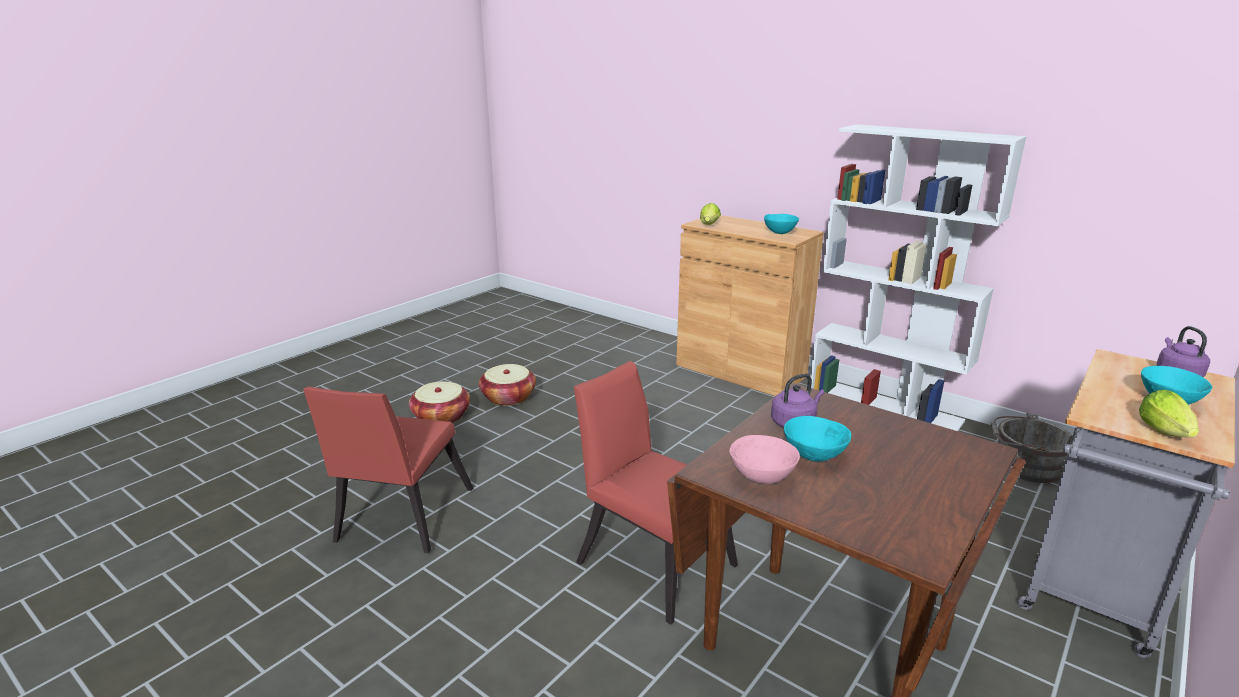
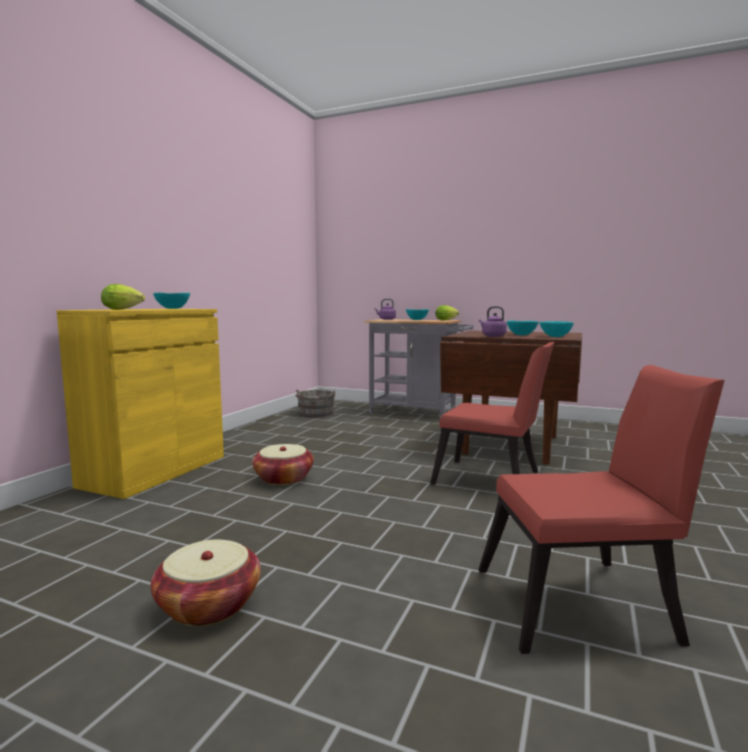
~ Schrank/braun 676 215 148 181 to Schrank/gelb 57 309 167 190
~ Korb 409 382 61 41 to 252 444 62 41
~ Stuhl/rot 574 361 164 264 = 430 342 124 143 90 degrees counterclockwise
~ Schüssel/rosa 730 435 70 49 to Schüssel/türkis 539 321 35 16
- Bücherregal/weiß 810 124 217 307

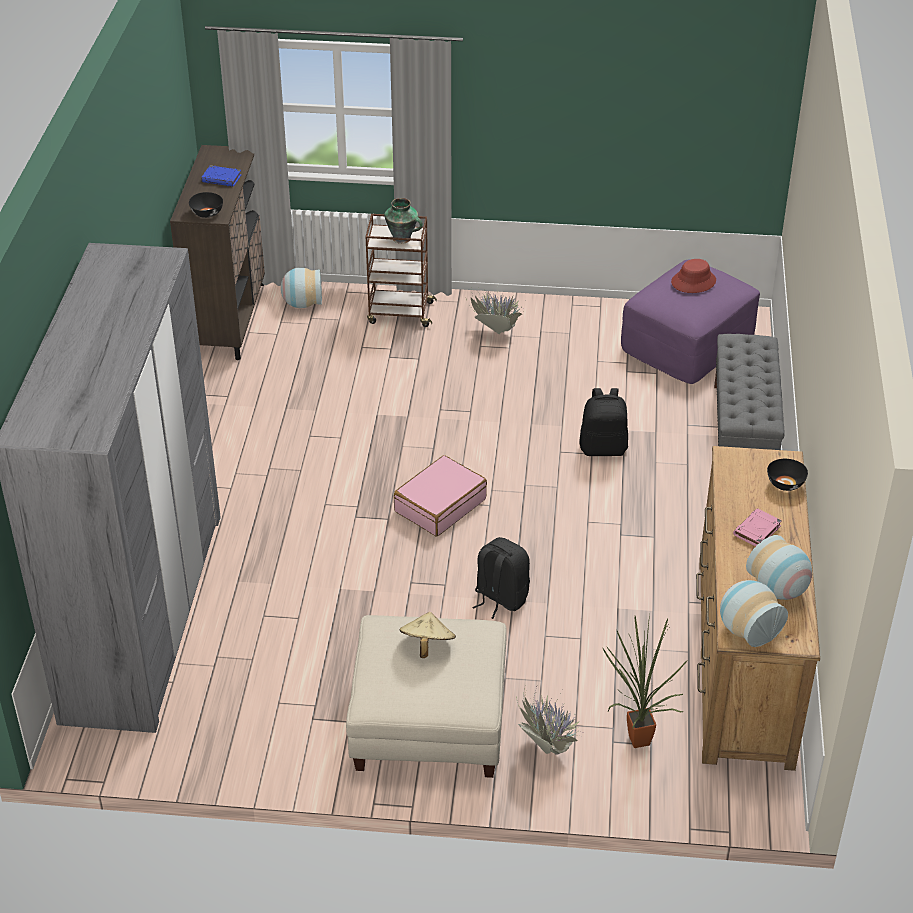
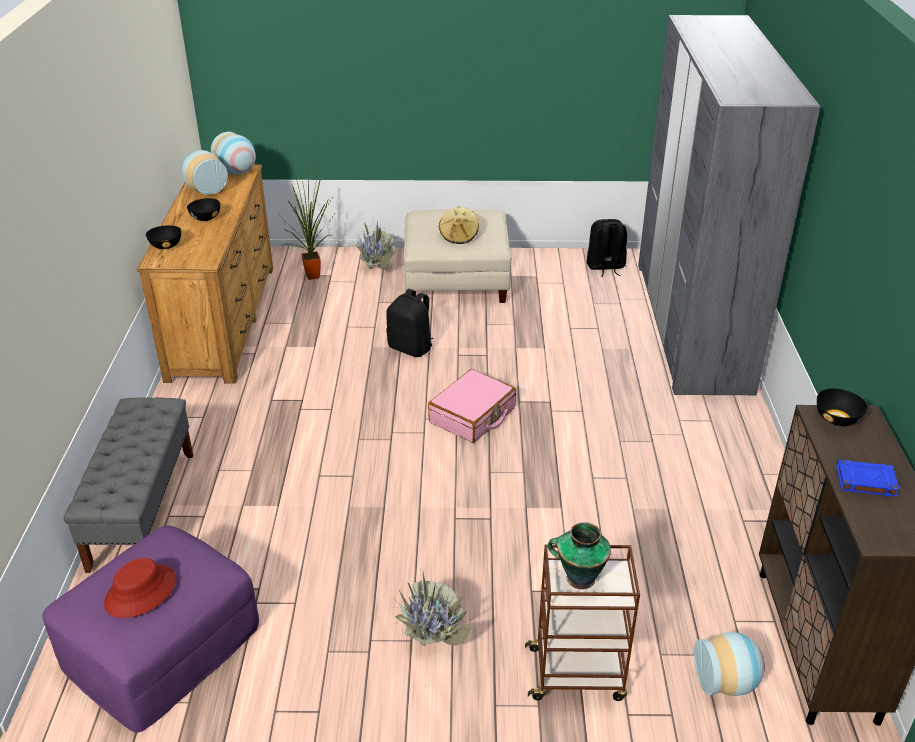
~ Buch/rosa 733 508 49 38 to Schüssel/schwarz 187 198 33 23
~ Rucksack/schwarz 579 388 49 68 to 586 219 41 58

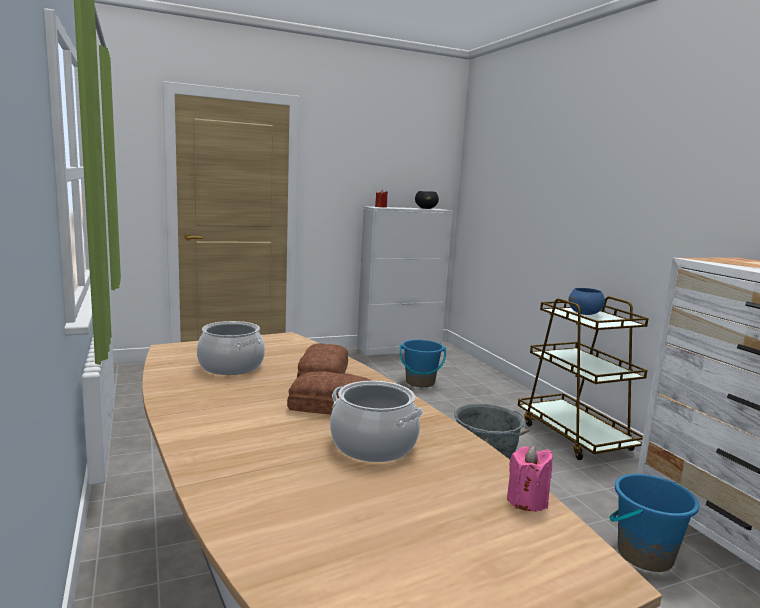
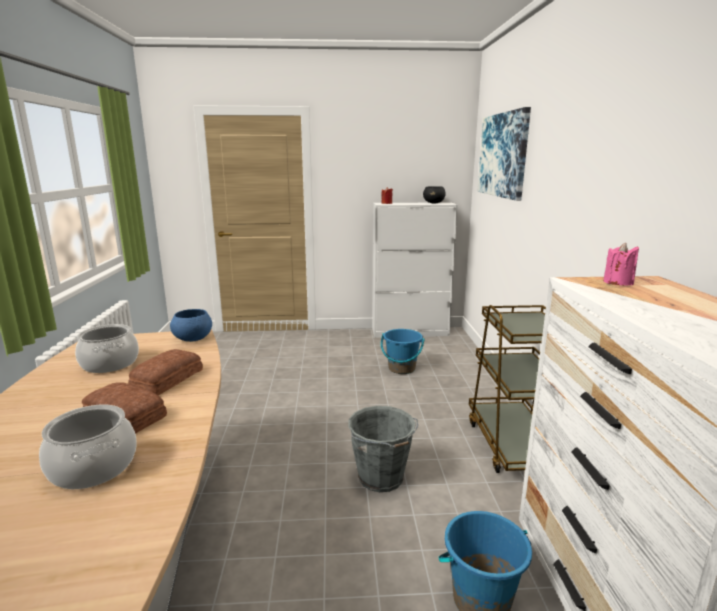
~ Schüssel/blau 569 288 36 27 to 170 309 42 33
+ Bild 478 107 53 94
~ Kerze/rosa 507 445 46 67 to 603 243 36 43

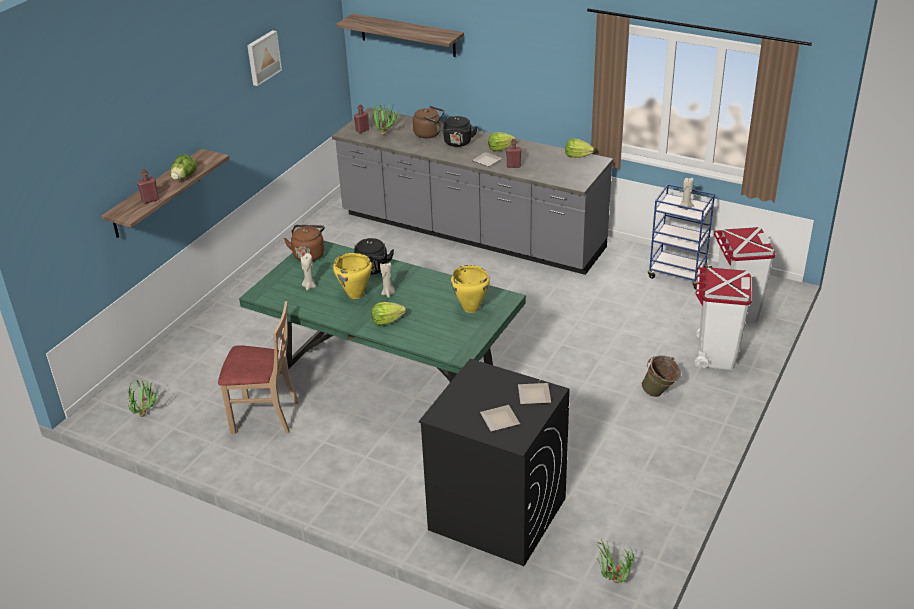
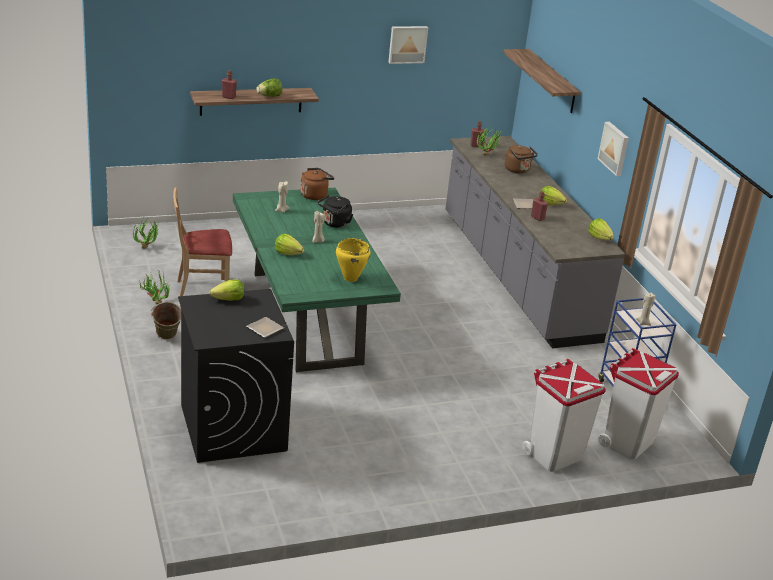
~ Topfpflanze 596 539 38 44 to 139 269 31 36
~ Eimer/grün 642 355 39 42 to 151 302 30 37
~ Stuhl/beige 218 301 81 133 = 173 187 59 109 120 degrees clockwise
+ Salatkopf 209 280 35 21
+ Bild 598 122 31 54
- Kochtopf/gelb 333 253 39 46
- Wasserkessel/schwarz 442 116 36 31
- Teller 480 405 40 27

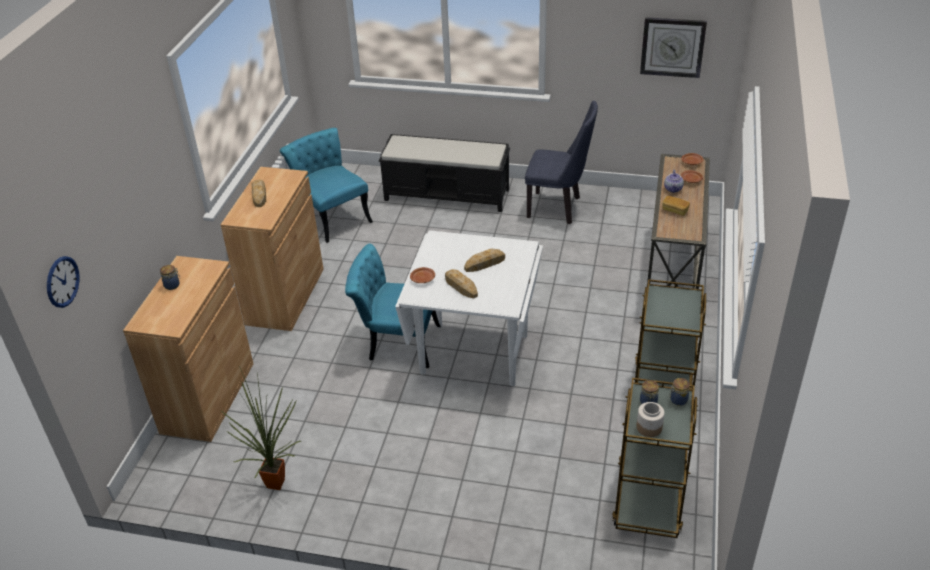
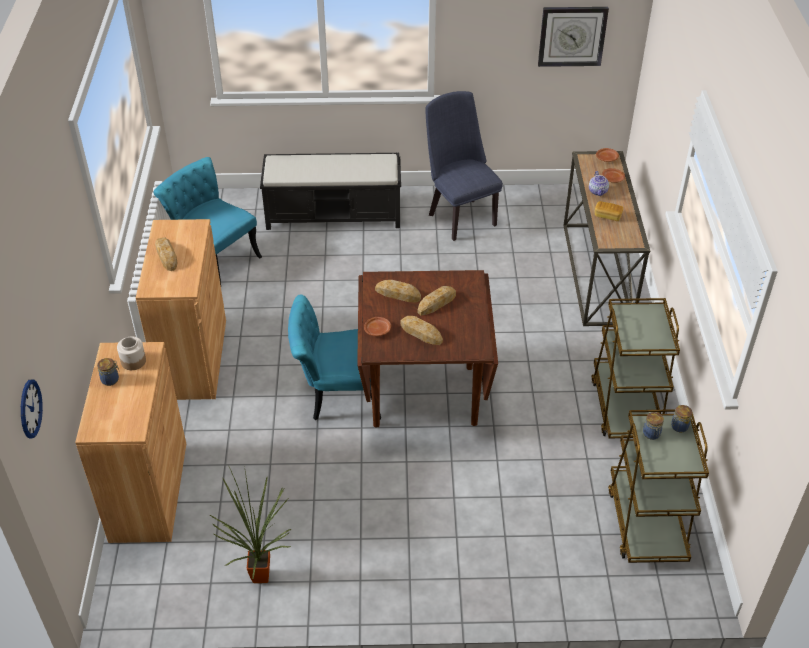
~ Vorratsglas 636 402 29 35 to 117 336 29 34
~ Esstisch/weiß 395 230 148 156 to Esstisch/braun 357 270 141 158
+ Brot 375 280 46 22
~ Stuhl/blau 525 101 73 123 = 425 91 78 150 120 degrees counterclockwise

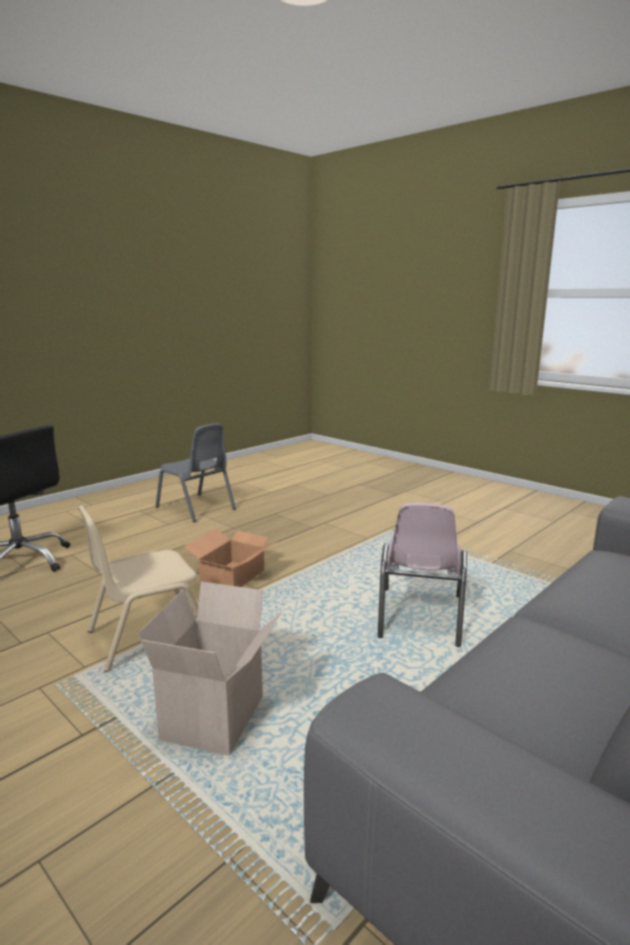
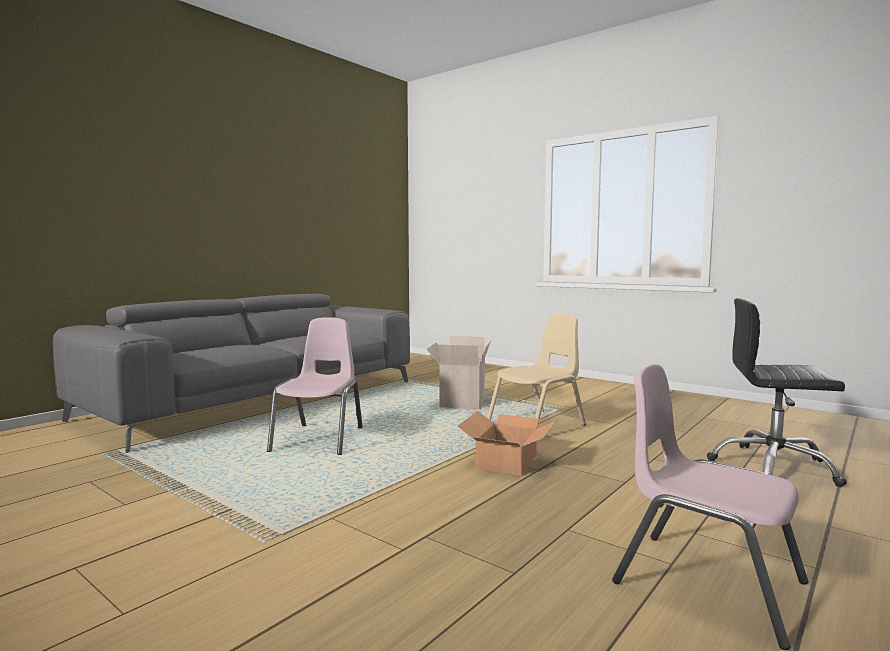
~ Stuhl/grau 155 423 81 99 to Stuhl/rosa 612 364 196 286

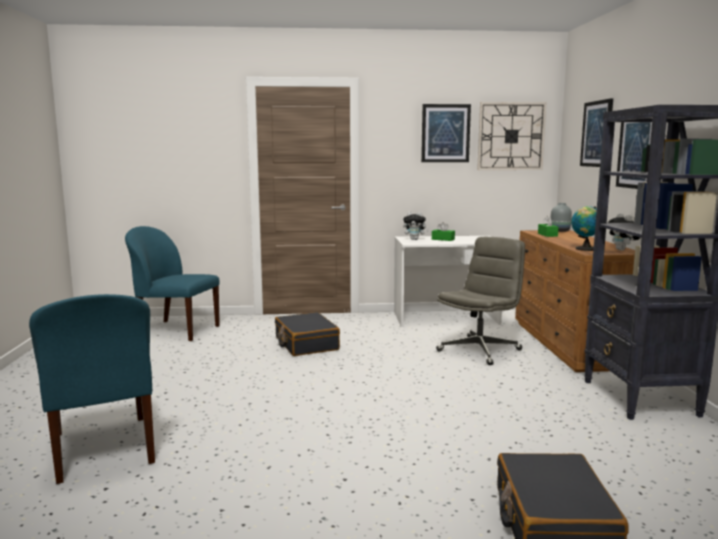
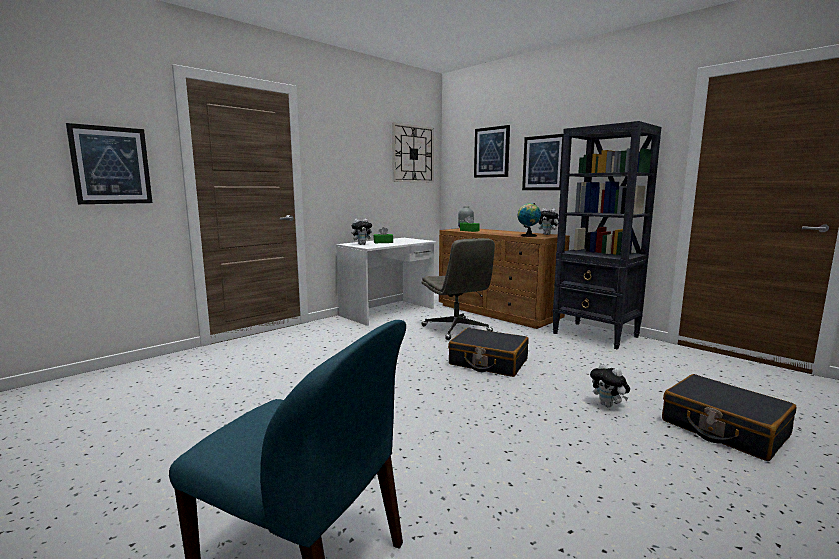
~ Bild 421 104 50 58 to 66 123 86 81
~ Bürostuhl/grau 436 237 89 128 = 421 238 74 102 150 degrees clockwise
~ Koffer/schwarz 275 312 65 44 to 448 328 81 49
+ Plüschtier 590 363 40 44
- Stuhl/blau 125 226 95 115

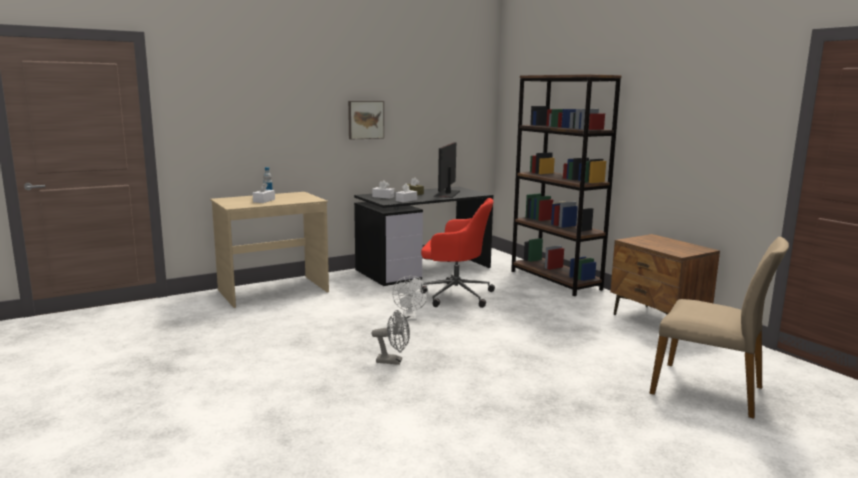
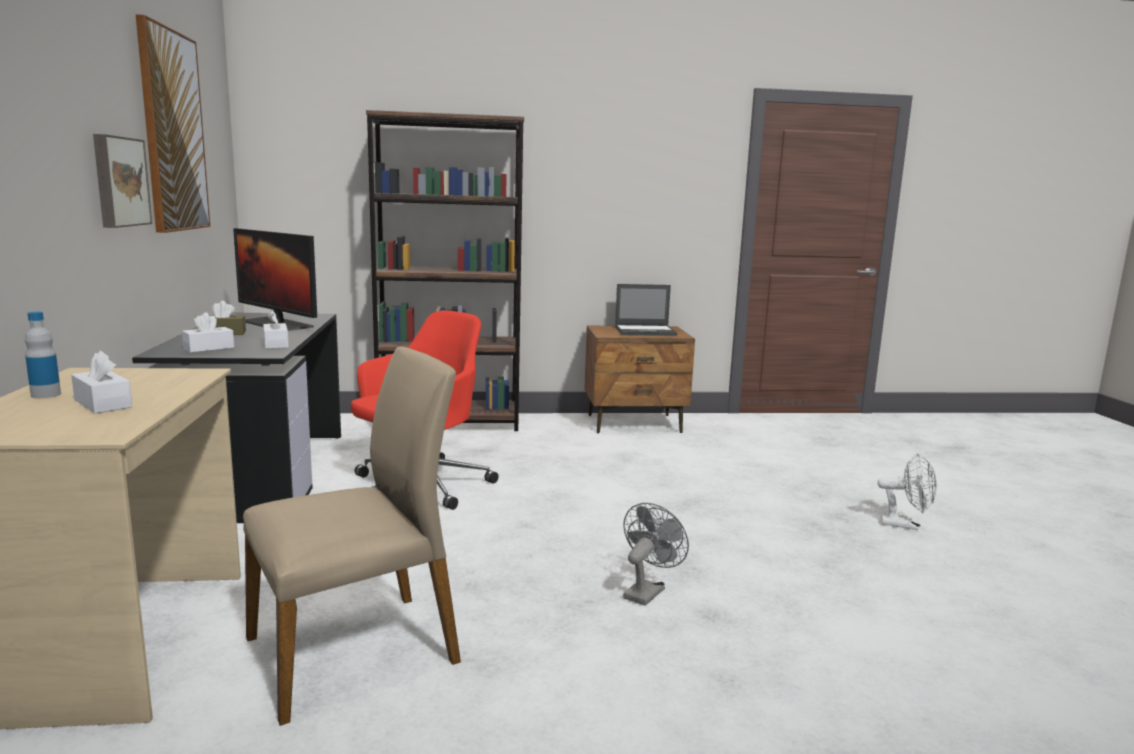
+ Bild 136 14 74 219
~ Stuhl/beige 649 237 140 182 to 243 347 218 379
+ Laptop 615 284 62 52
~ Ventilator/weiß 393 276 35 45 to 877 453 60 77

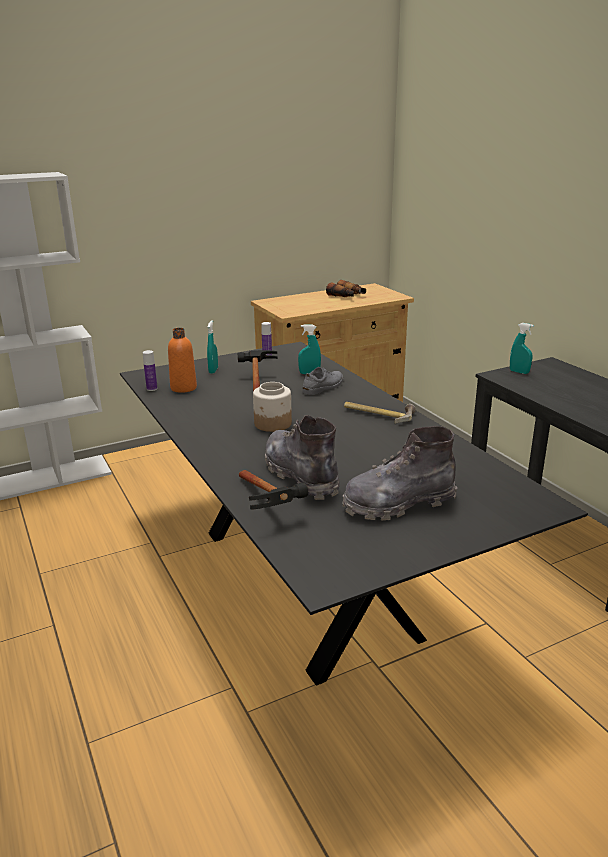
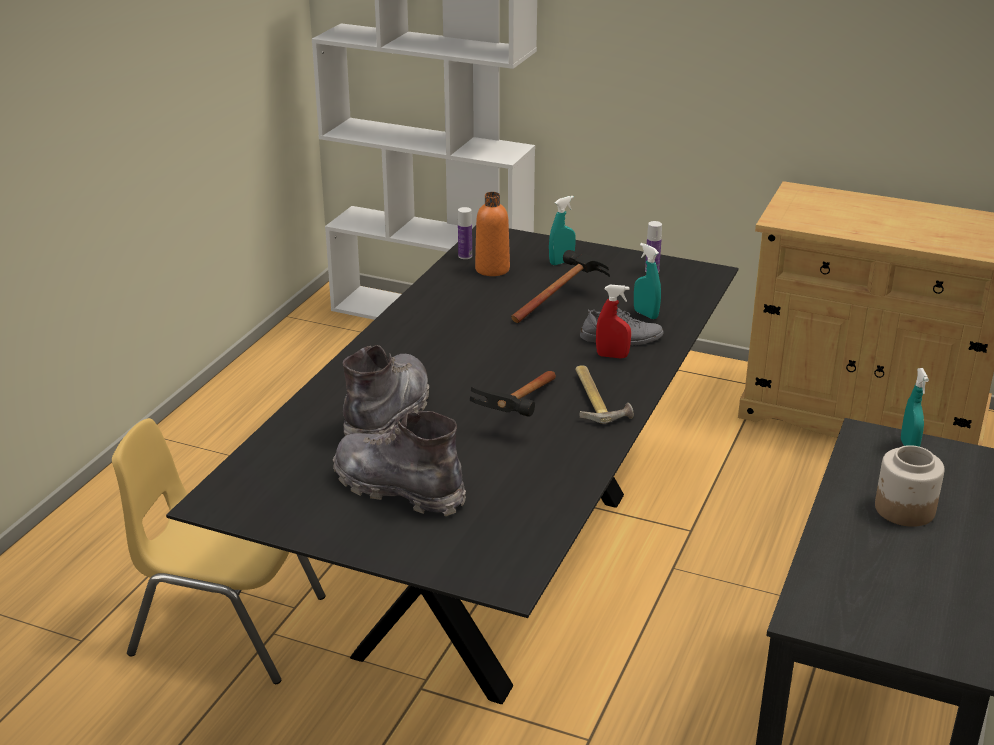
+ Stuhl/gelb 112 418 213 266
~ Hammer 239 470 69 40 to 470 371 86 46
+ Sprühflasche/rot 596 285 35 73
~ Vorratsglas 253 382 39 50 to 875 445 70 82
- Fernglas 326 280 40 17

